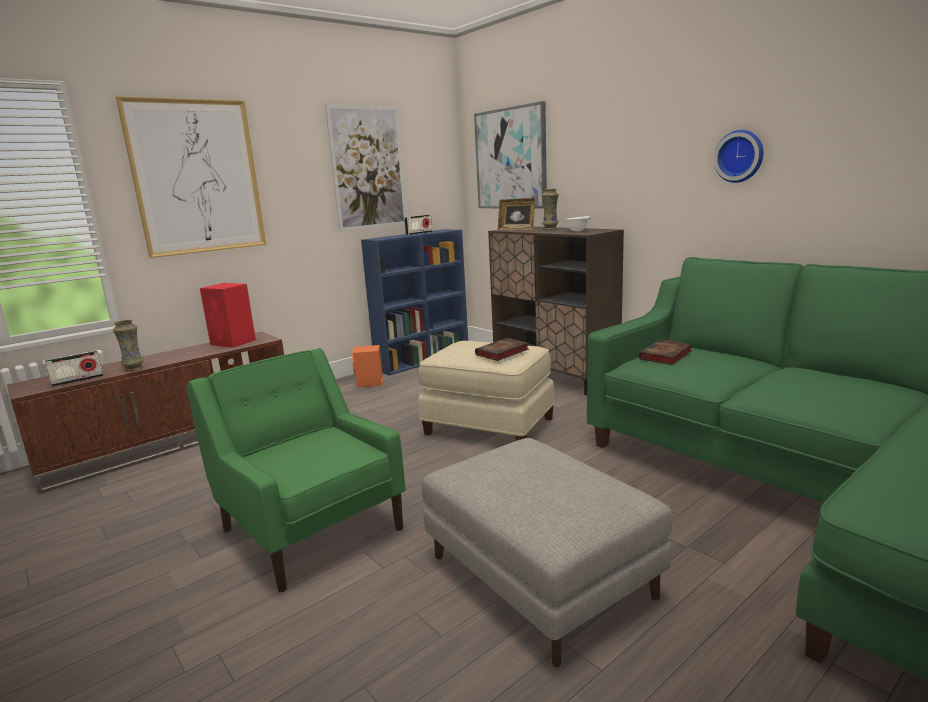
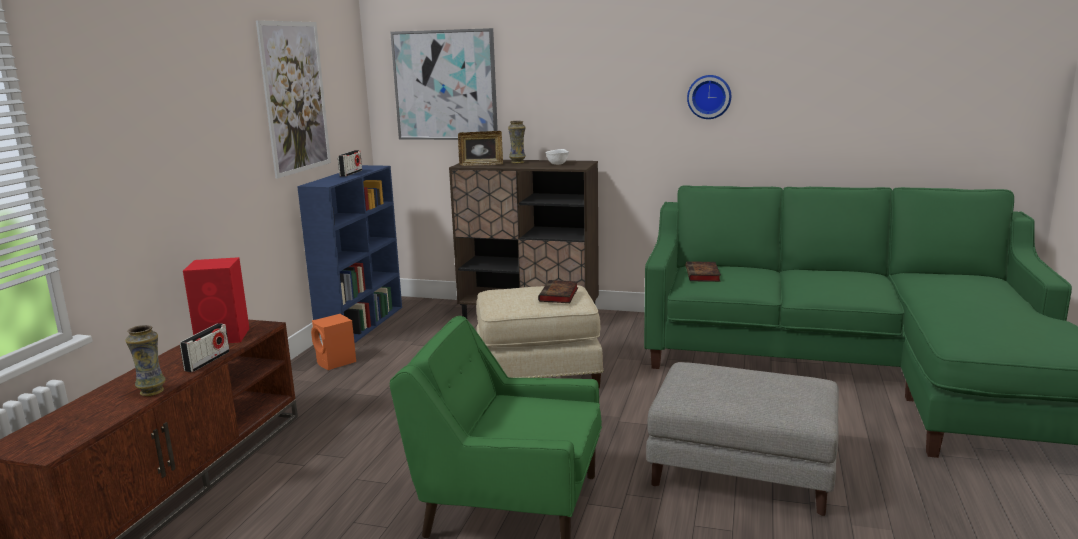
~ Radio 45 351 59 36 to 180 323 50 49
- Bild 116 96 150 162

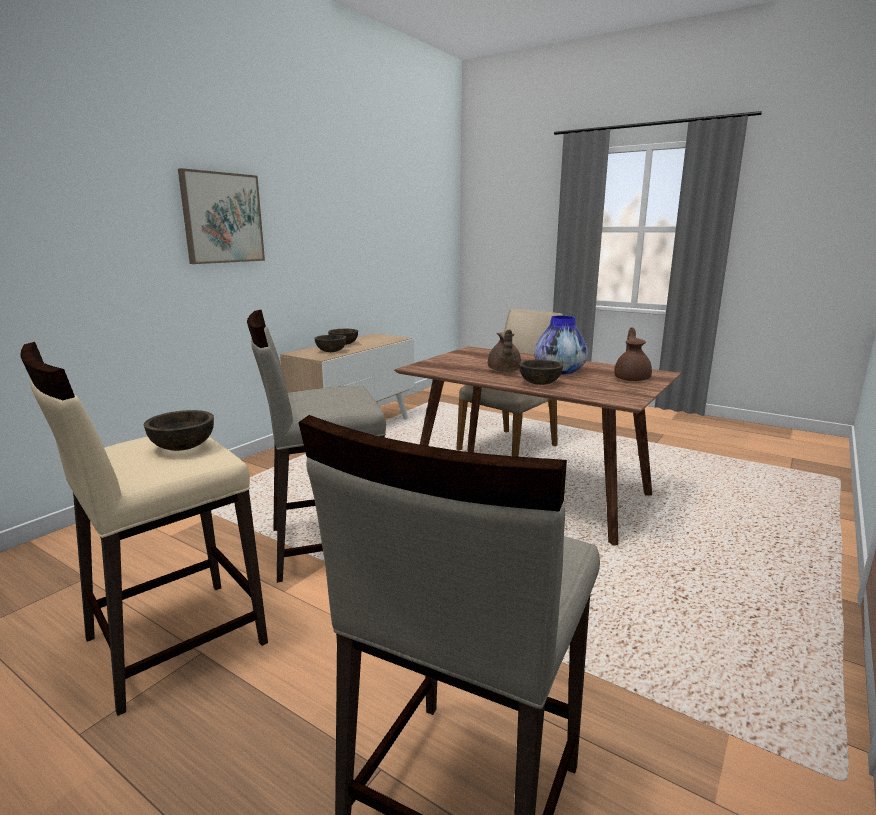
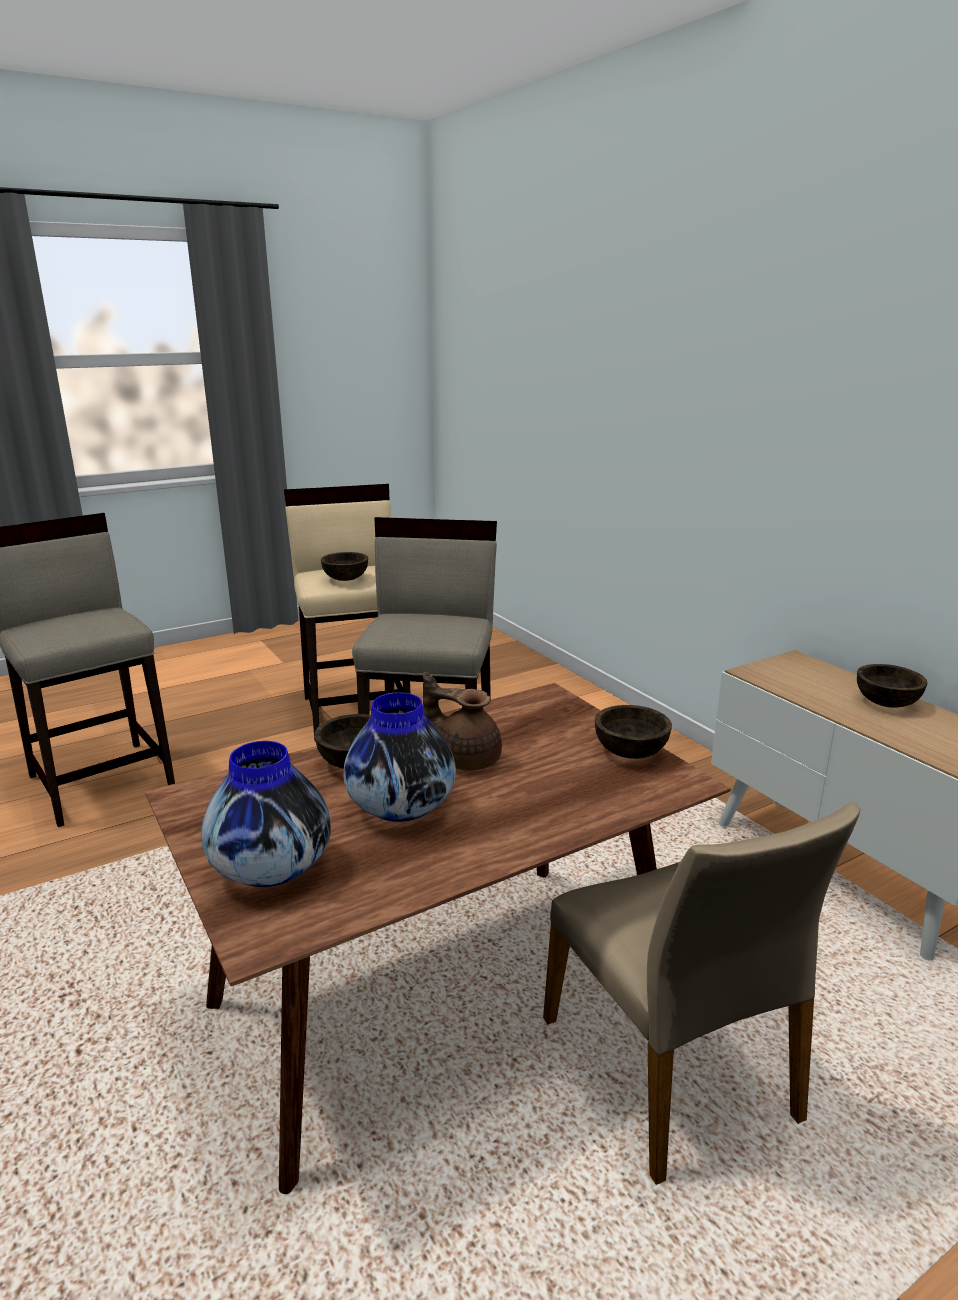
~ Teekanne/braun 614 327 38 54 to Vase 201 741 130 146
~ Schüssel/braun 315 335 32 17 to 595 705 77 54
- Bild 178 168 87 96

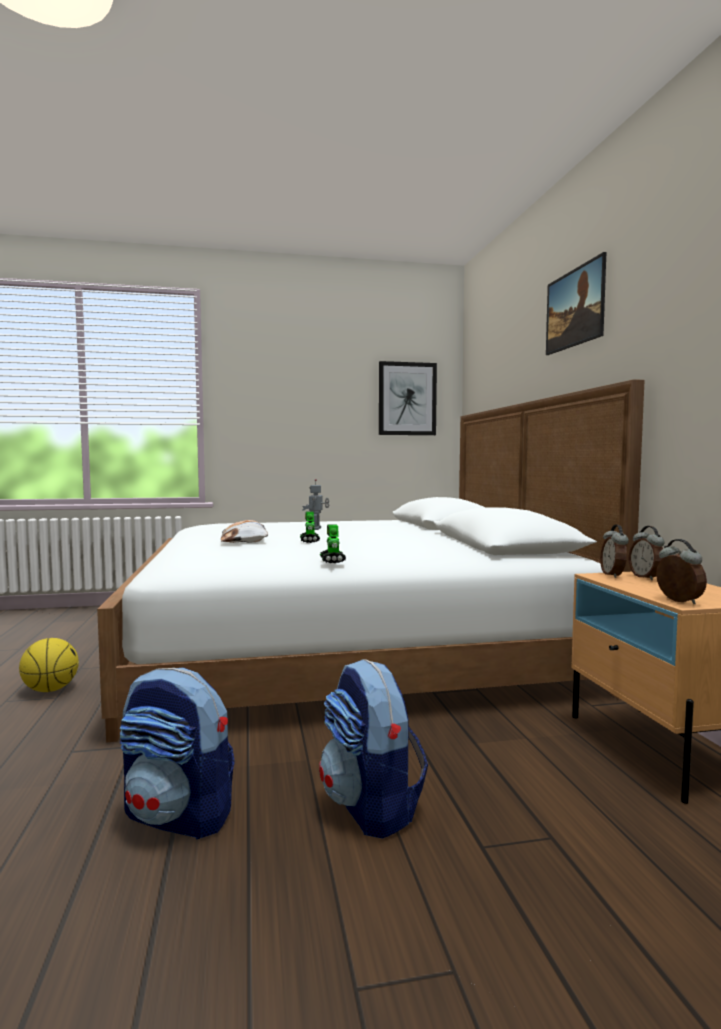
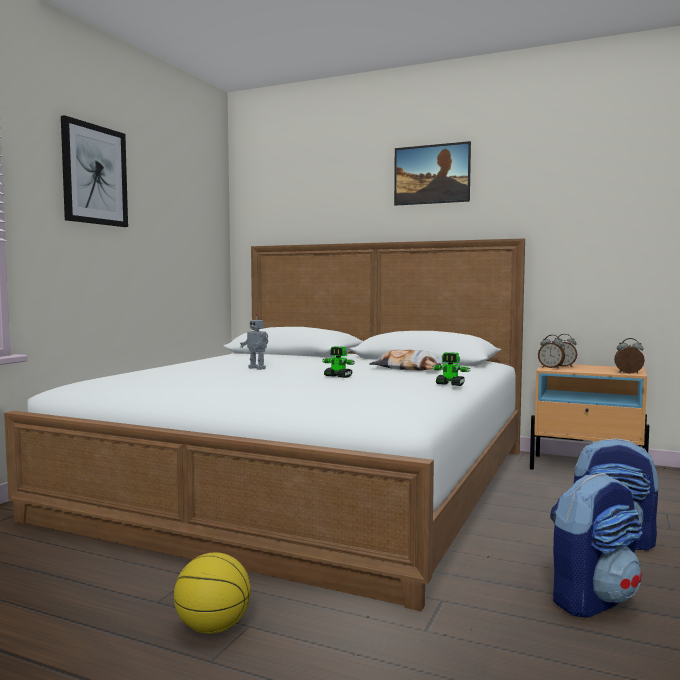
~ Bild 379 361 58 74 to 61 115 67 112
~ Kissen 221 520 47 23 to 369 350 75 20

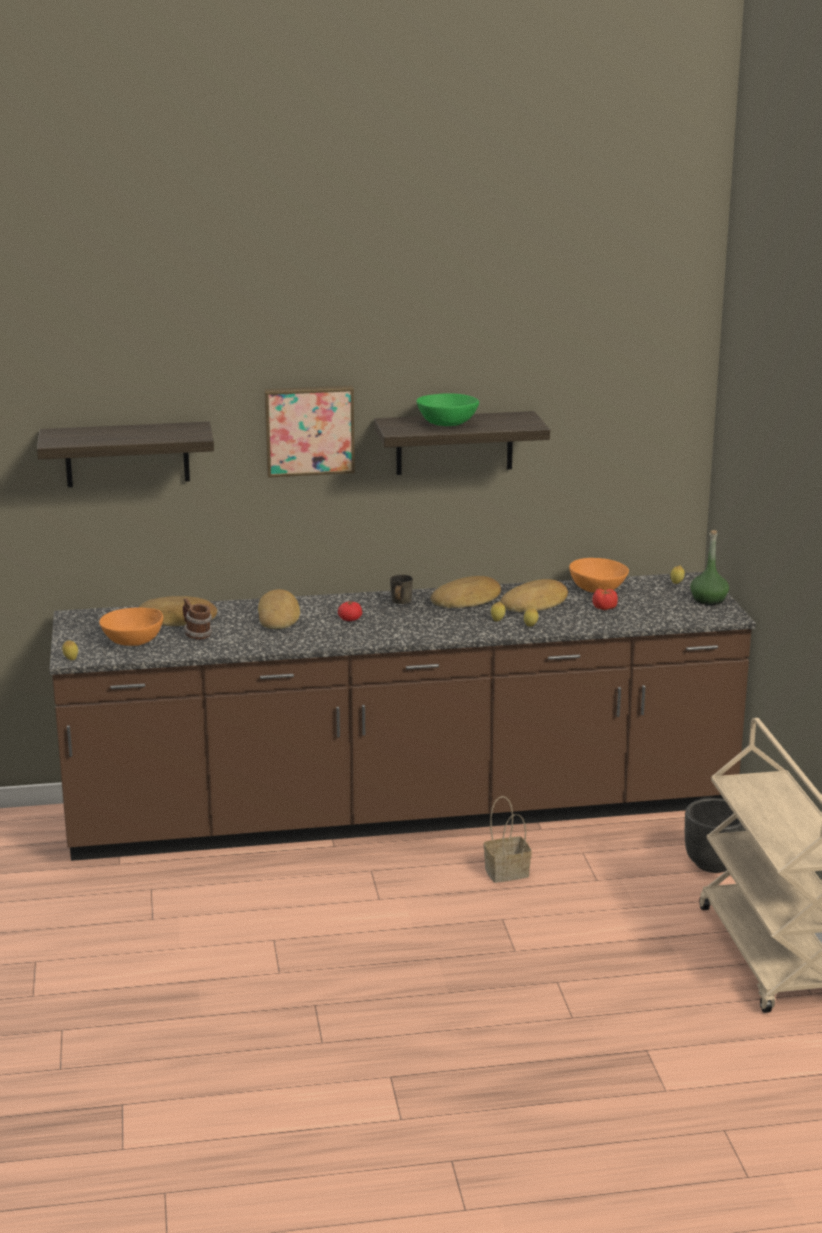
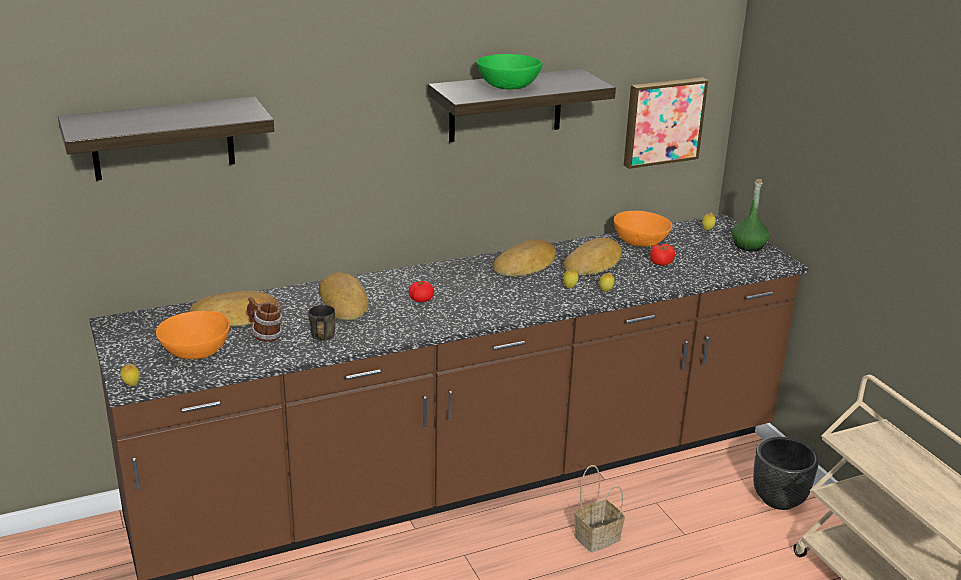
~ Henkelbecher/grau 390 575 23 29 to 308 305 27 35
~ Bild 264 386 91 92 to 624 77 84 92

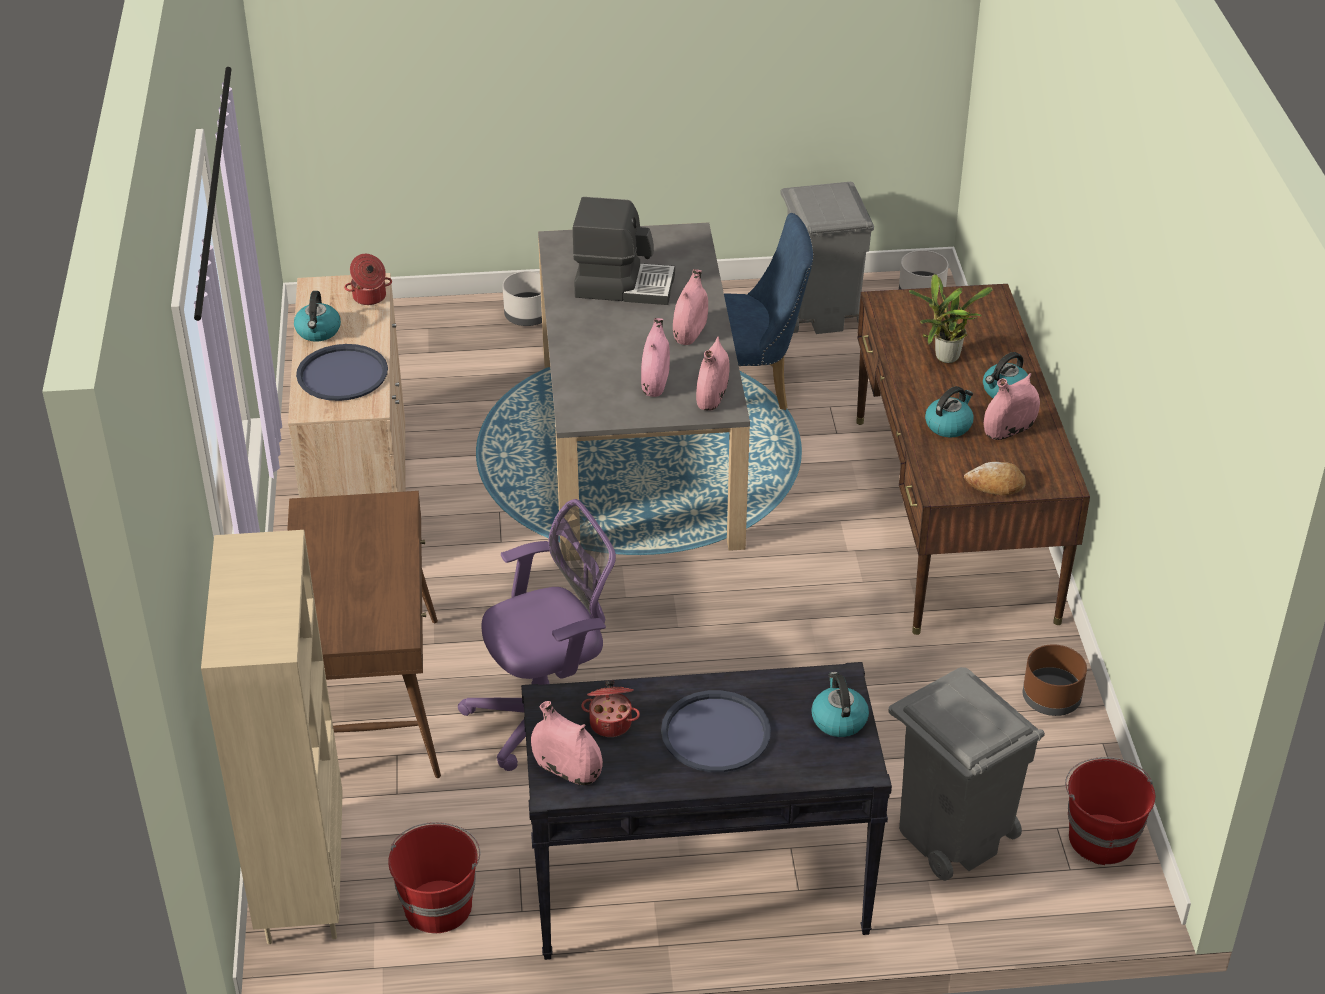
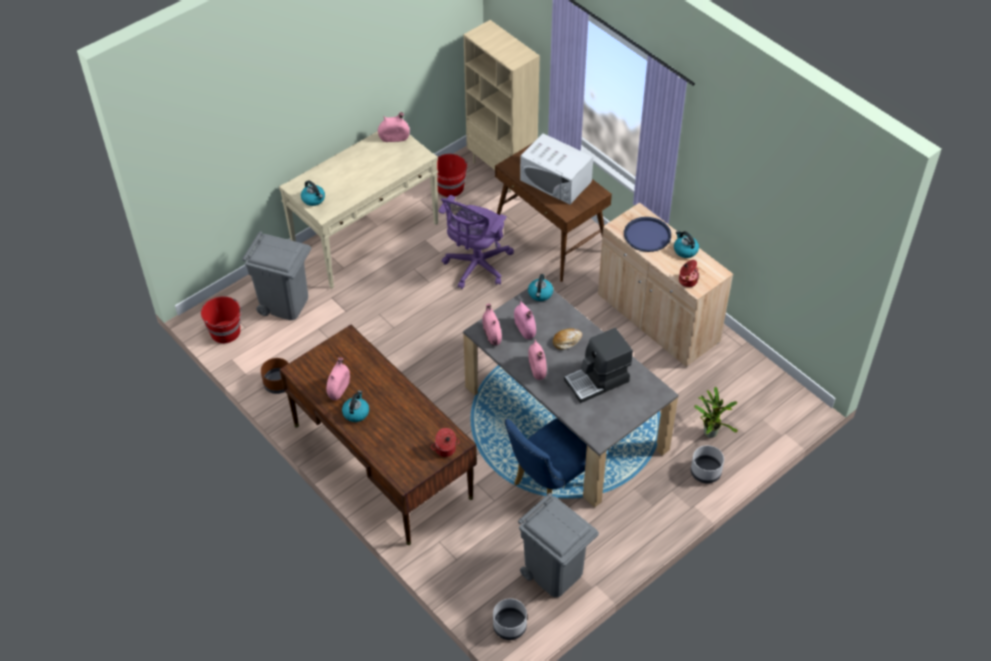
~ Konsolentisch/schwarz 521 662 371 298 to Konsolentisch/beige 279 131 159 158
~ Kochtopf 581 681 59 56 to 431 428 28 29
+ Mikrowelle/weiß 520 133 73 71
~ Wasserkessel 925 386 49 52 to 528 274 25 27
~ Brot 964 462 62 33 to 553 329 29 21
~ Topfpflanze 909 274 84 89 to 694 387 44 51
- Tablett/blau 661 690 110 82

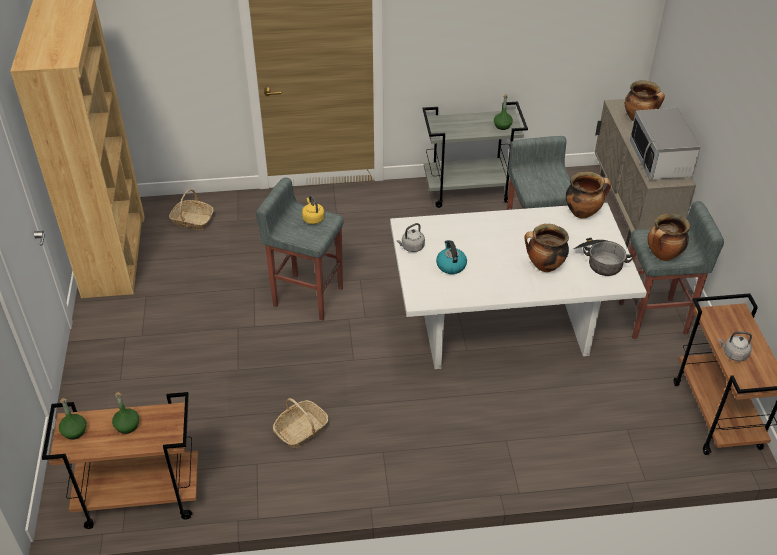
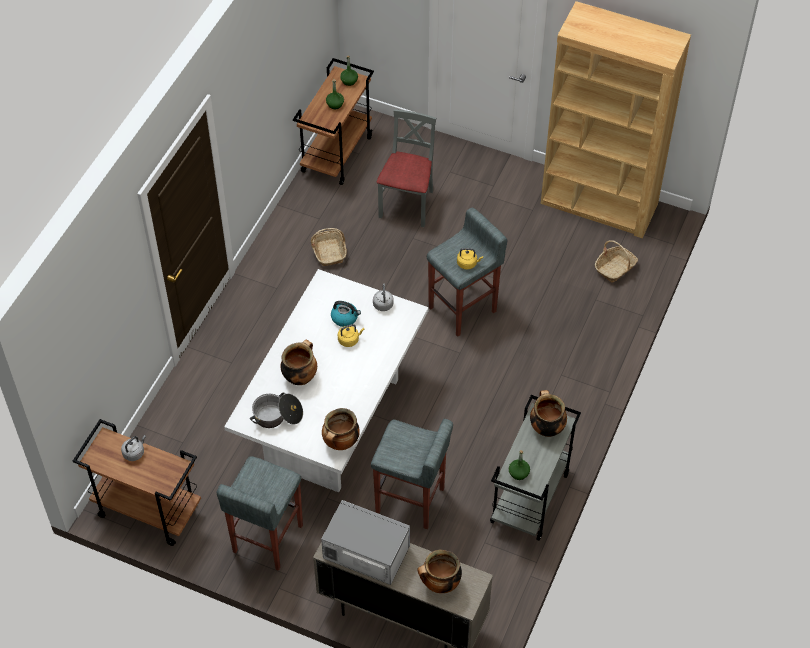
+ Wasserkessel/gelb 338 324 27 23
+ Stuhl/grau 377 109 59 118
~ Kochtopf 647 213 43 48 to 530 390 37 47

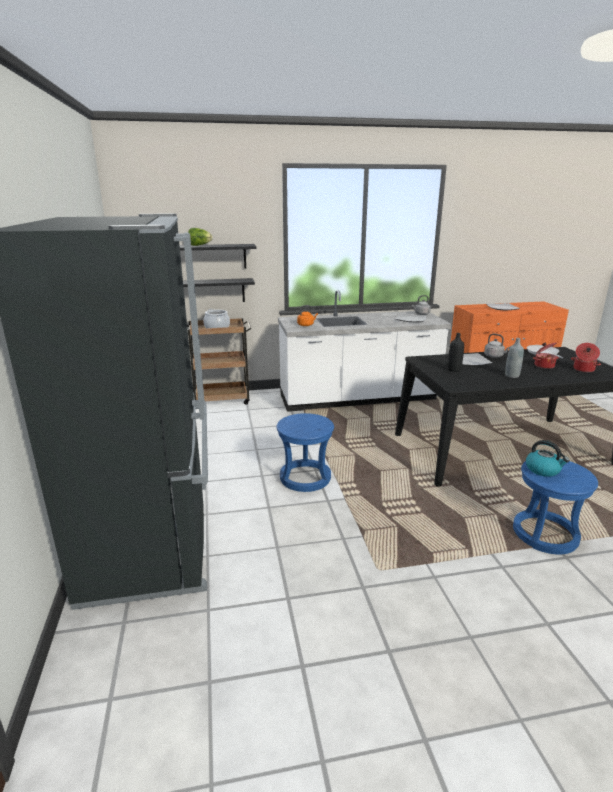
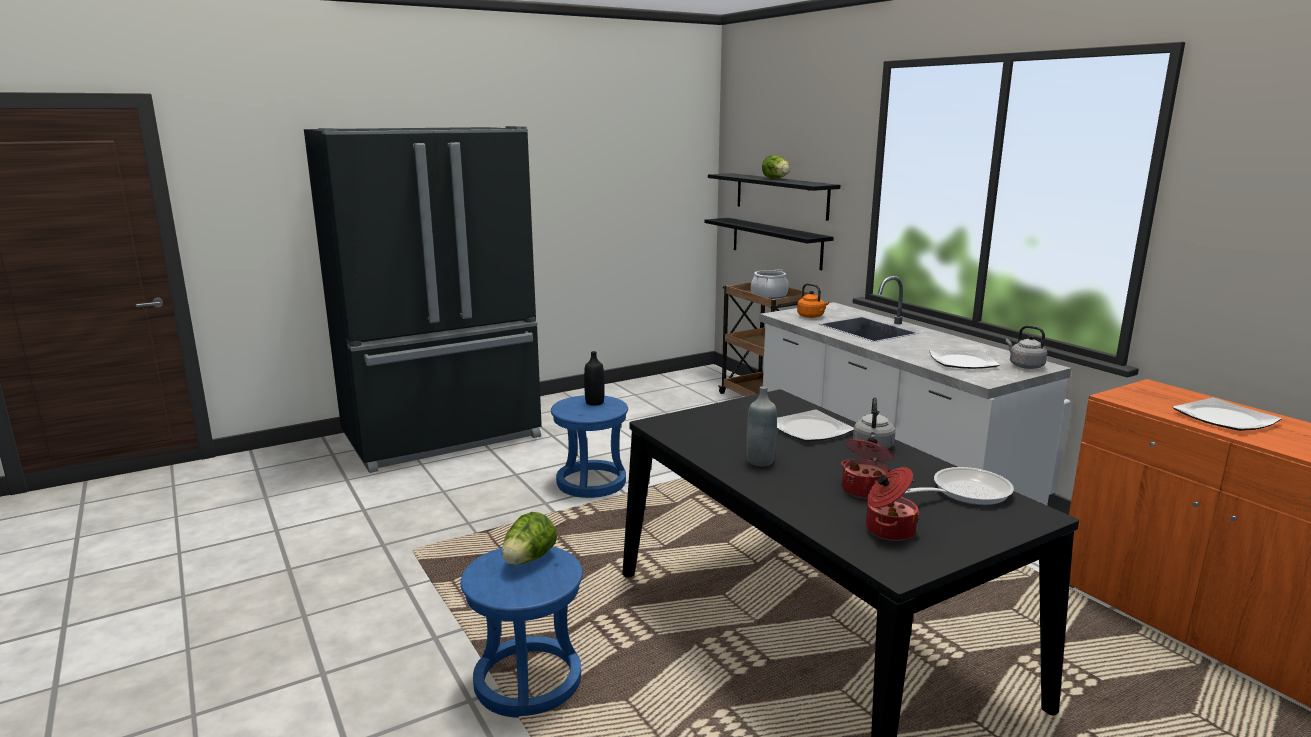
~ Wasserkessel 526 440 44 37 to Salatkopf 502 512 55 53
~ Flasche/schwarz 448 333 16 39 to 584 351 21 55

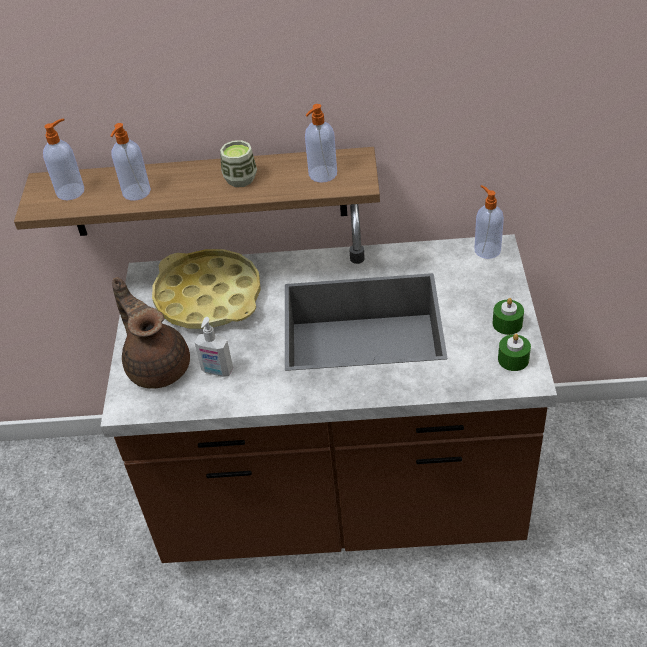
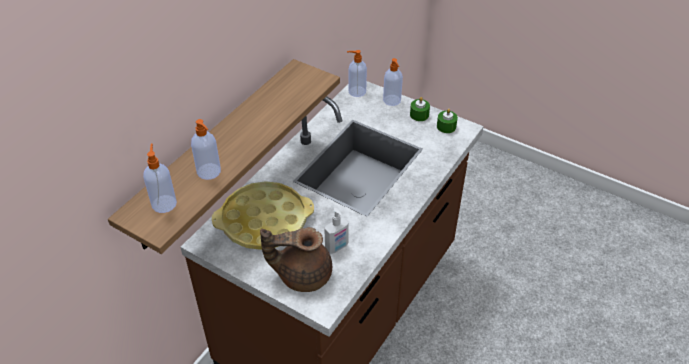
~ Seifenspender 305 104 32 78 to 383 58 20 48
- Tasse 220 140 37 47

